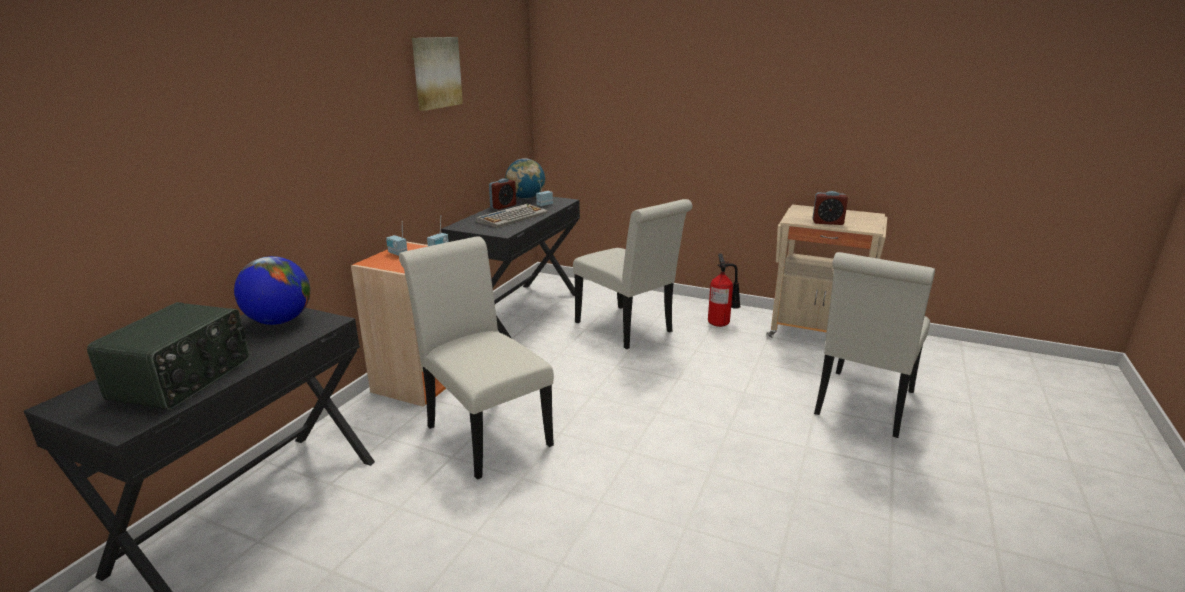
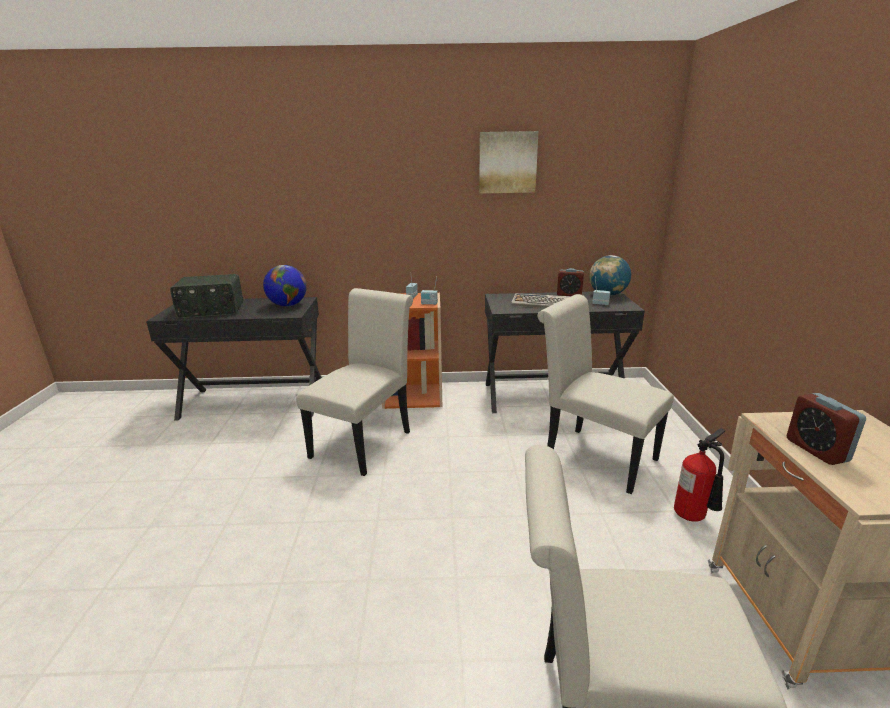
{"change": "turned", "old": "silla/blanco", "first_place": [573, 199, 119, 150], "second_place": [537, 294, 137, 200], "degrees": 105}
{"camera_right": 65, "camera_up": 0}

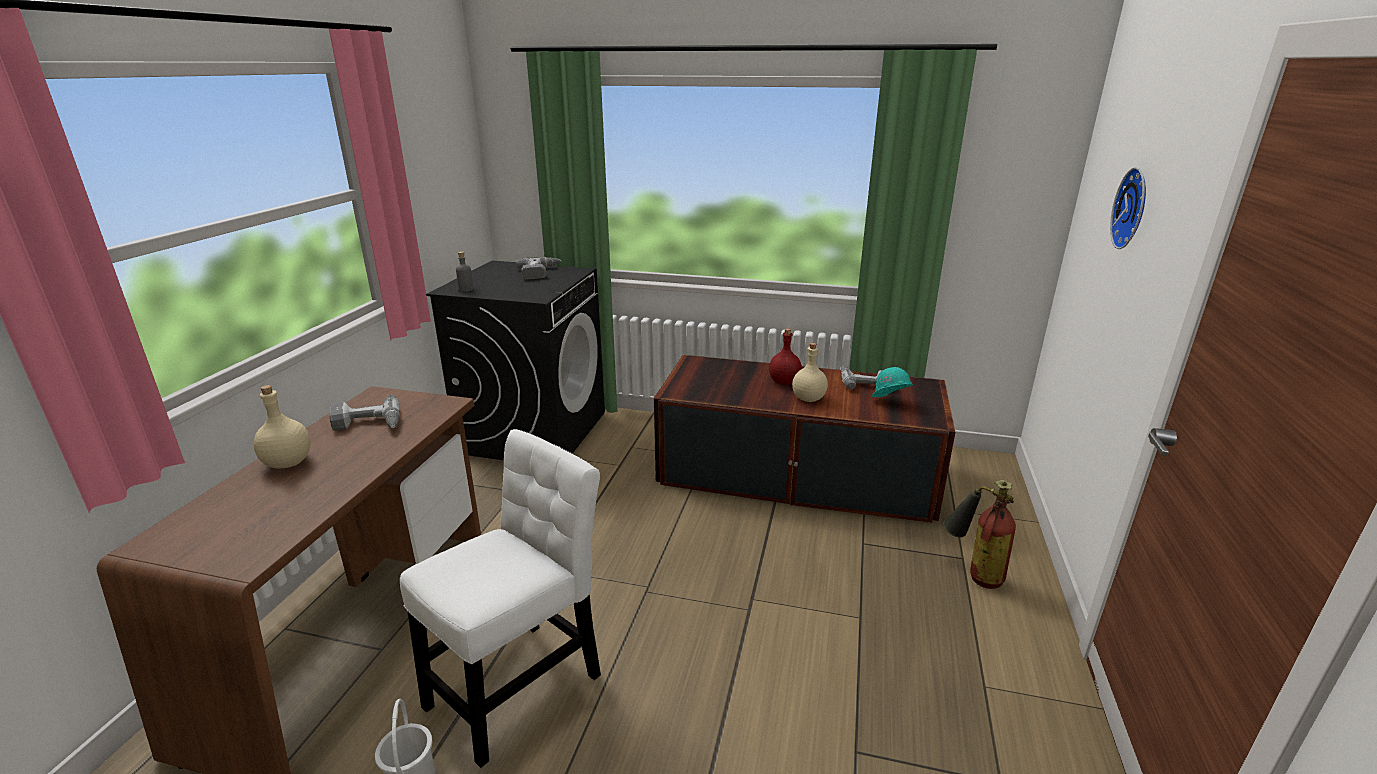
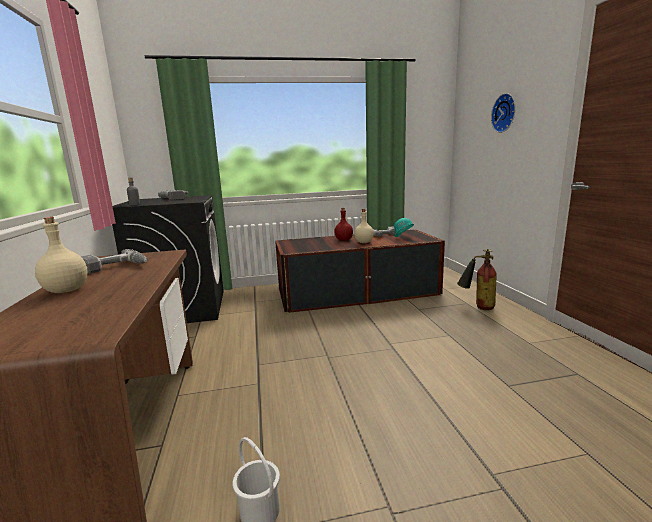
{"change": "removed", "old": "silla/blanco", "first_place": [400, 429, 201, 339]}
{"camera_right": -25, "camera_up": -10}

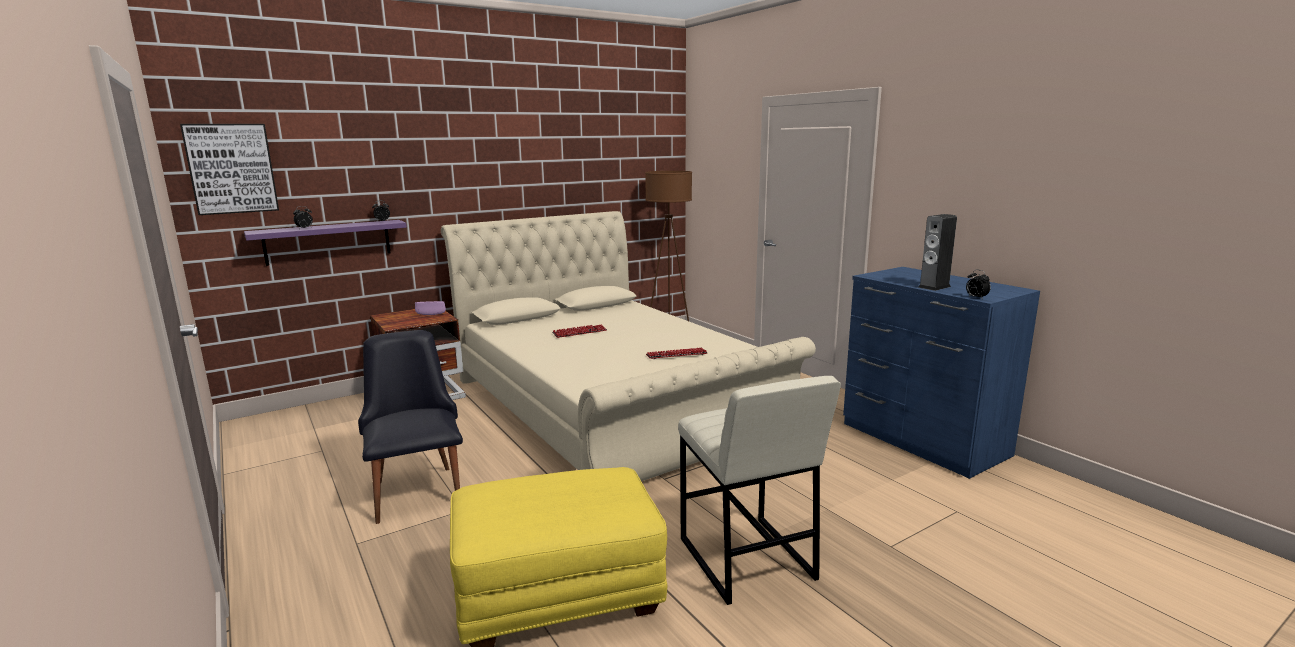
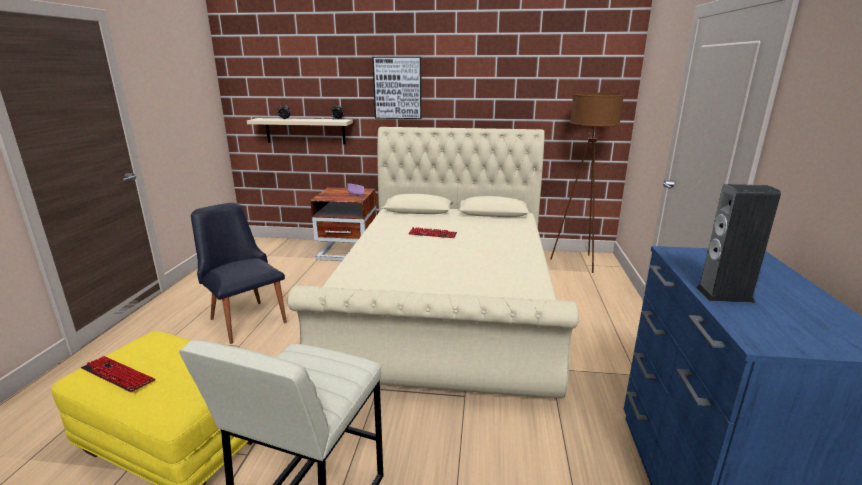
{"change": "moved", "old": "cuadro", "first_place": [180, 124, 99, 91], "second_place": [372, 57, 50, 62]}
{"change": "recoloured", "old": "estante/morado", "new": "estante/beis", "first_place": [244, 220, 163, 46], "second_place": [247, 118, 106, 26]}
{"change": "turned", "old": "silla/negro", "first_place": [358, 330, 105, 194], "second_place": [191, 203, 96, 141], "degrees": -60}
{"change": "moved", "old": "teclado", "first_place": [646, 348, 62, 12], "second_place": [81, 356, 74, 36]}
{"change": "removed", "old": "despertador", "first_place": [966, 270, 25, 29]}
{"camera_right": 40, "camera_up": 5}

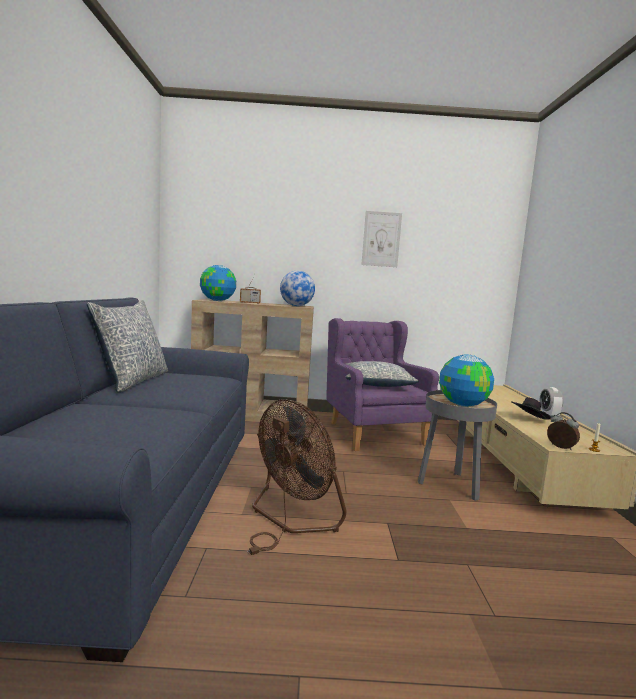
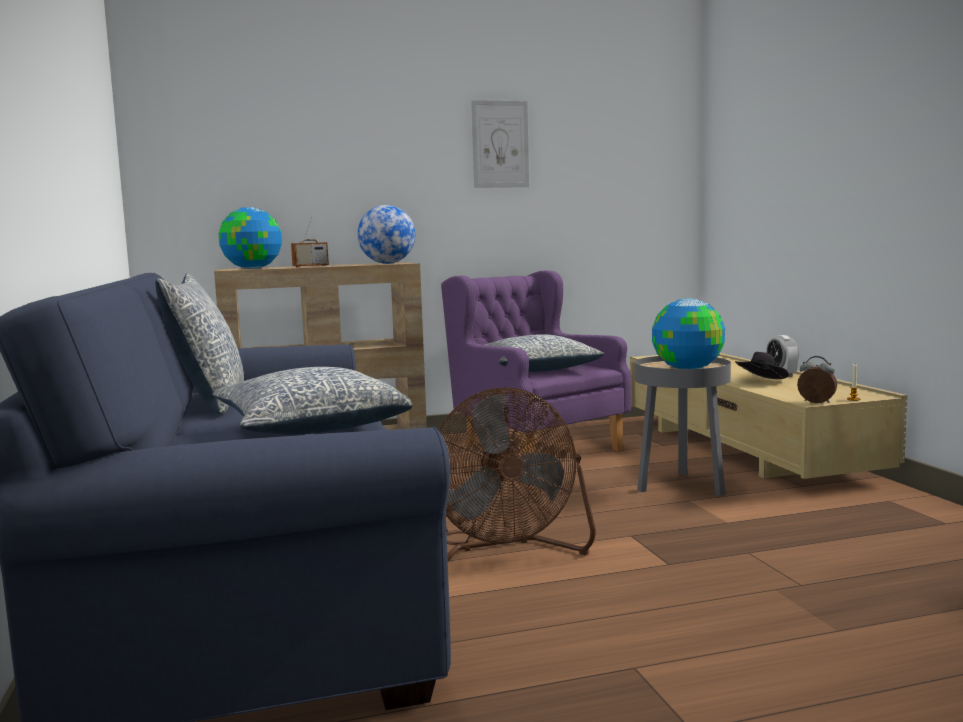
{"change": "turned", "old": "ventilador/marrón", "first_place": [247, 399, 99, 156], "second_place": [439, 387, 157, 174], "degrees": 135}
{"change": "added", "new": "cojín", "second_place": [212, 367, 201, 68]}
{"camera_right": -15, "camera_up": 0}

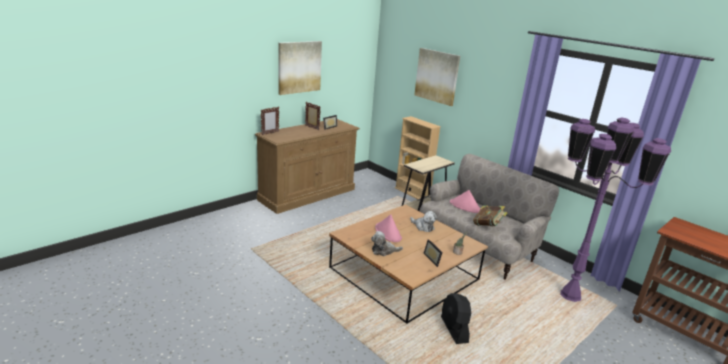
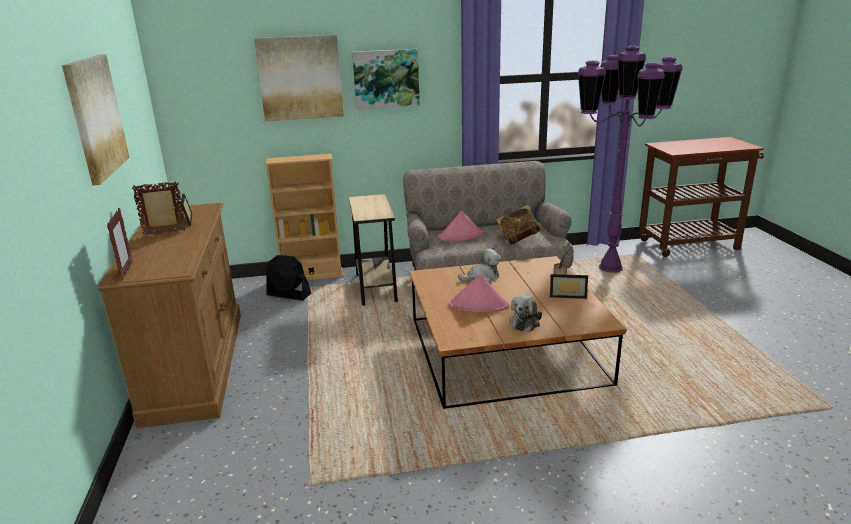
{"change": "moved", "old": "ventilador/negro", "first_place": [441, 293, 30, 51], "second_place": [266, 255, 45, 46]}
{"change": "added", "new": "cuadro", "second_place": [352, 49, 68, 61]}
{"camera_right": -55, "camera_up": 0}

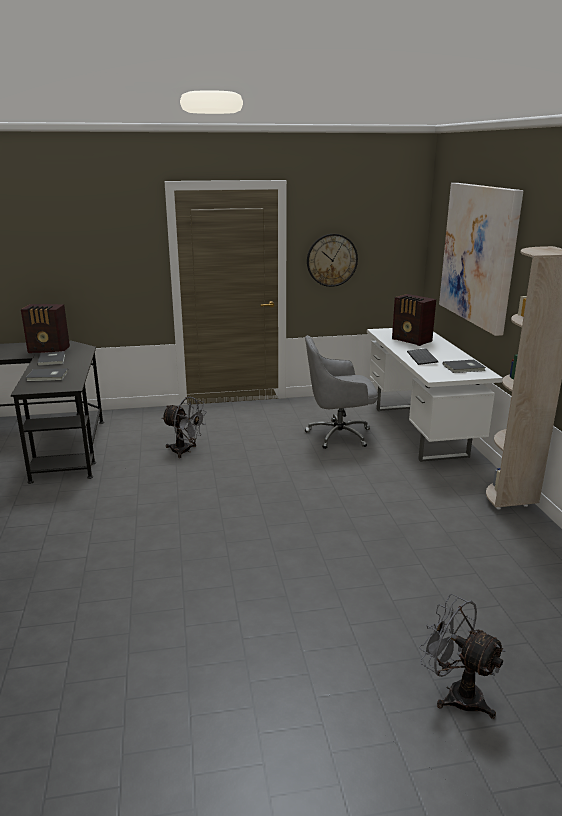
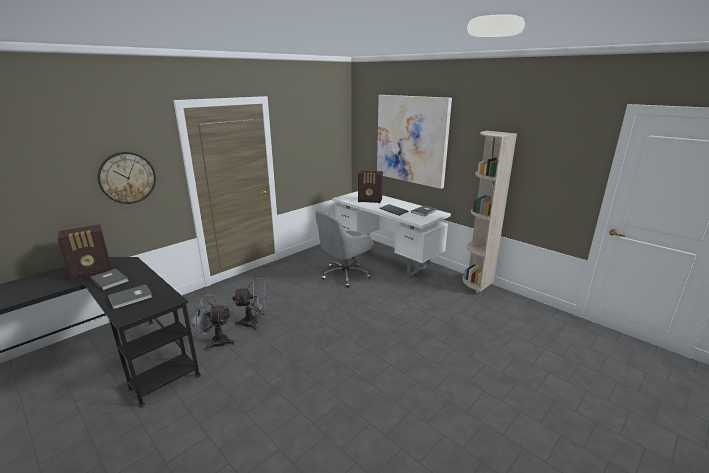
{"change": "moved", "old": "reloj de pared", "first_place": [307, 234, 51, 53], "second_place": [97, 152, 59, 52]}
{"change": "moved", "old": "ventilador/gris", "first_place": [419, 594, 87, 125], "second_place": [189, 294, 46, 56]}
{"camera_right": -35, "camera_up": 0}

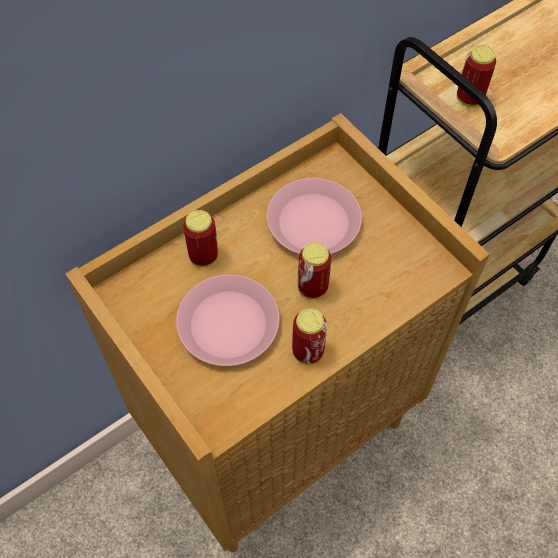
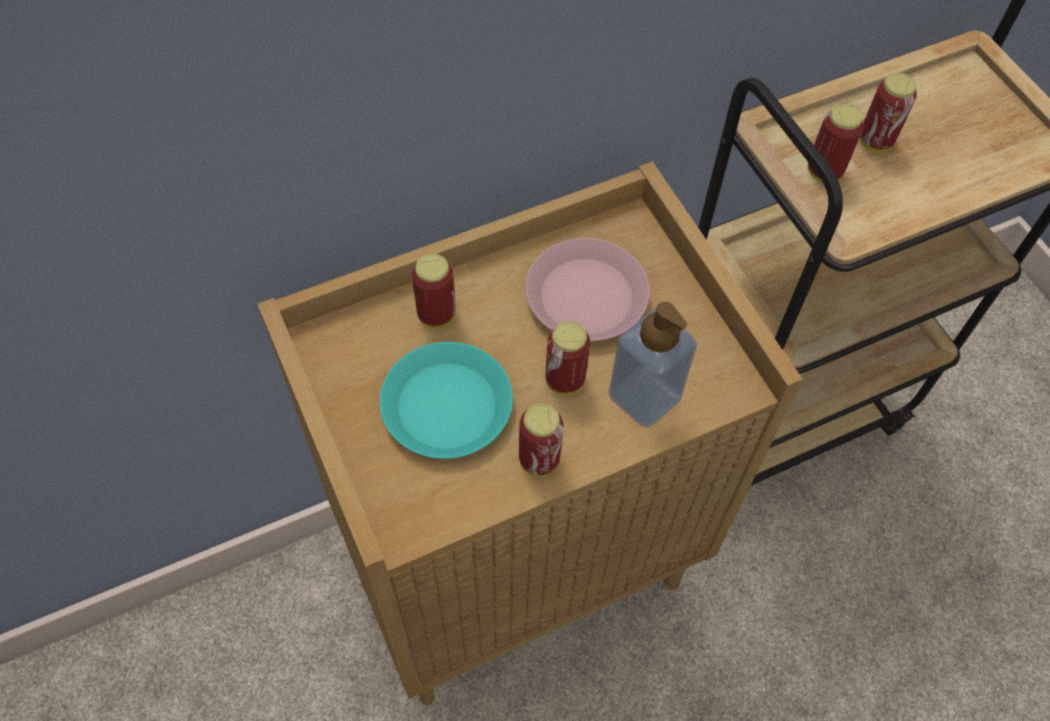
{"change": "recoloured", "old": "plato/rosa", "new": "plato/turquesa", "first_place": [176, 275, 103, 91], "second_place": [380, 342, 133, 117]}
{"change": "added", "new": "dispensador de jabón", "second_place": [609, 302, 88, 126]}
{"change": "added", "new": "lata", "second_place": [859, 73, 58, 79]}
{"camera_right": 10, "camera_up": 0}

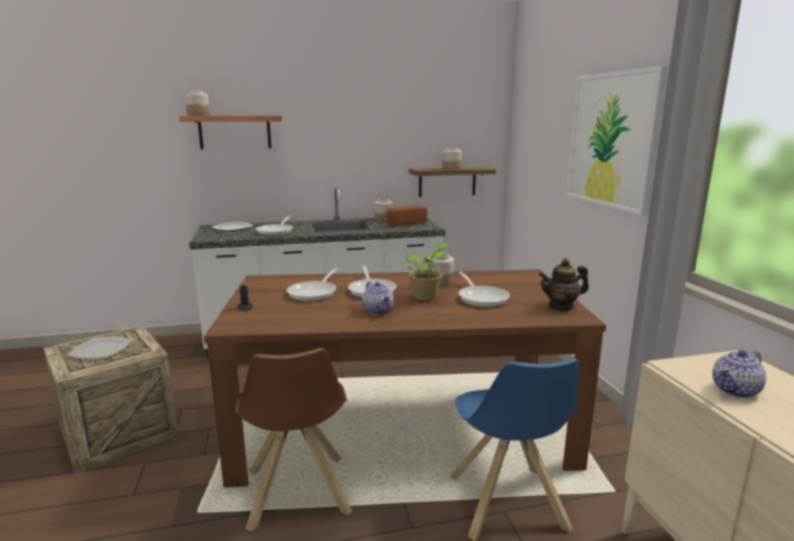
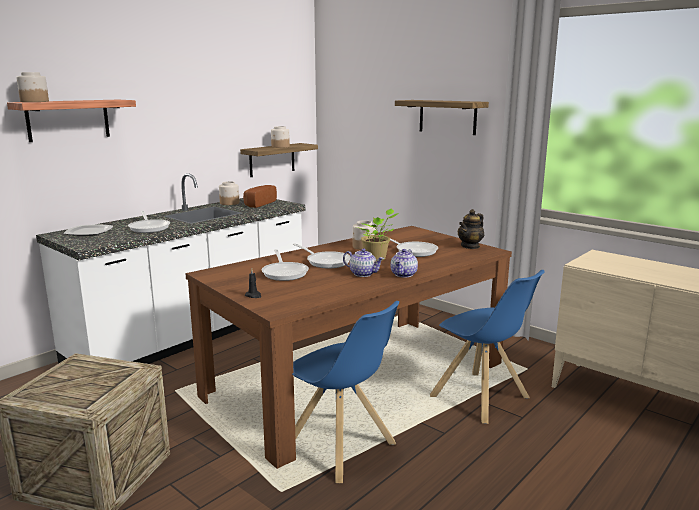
{"change": "removed", "old": "plato", "first_place": [67, 337, 65, 22]}
{"change": "recoloured", "old": "silla/marrón", "new": "silla/azul", "first_place": [236, 348, 116, 184], "second_place": [292, 301, 107, 182]}
{"change": "replaced", "old": "cuadro", "new": "estante", "first_place": [566, 65, 102, 151], "second_place": [395, 100, 94, 35]}
{"change": "moved", "old": "tetera", "first_place": [712, 350, 54, 48], "second_place": [390, 249, 28, 28]}
{"camera_right": -35, "camera_up": 0}

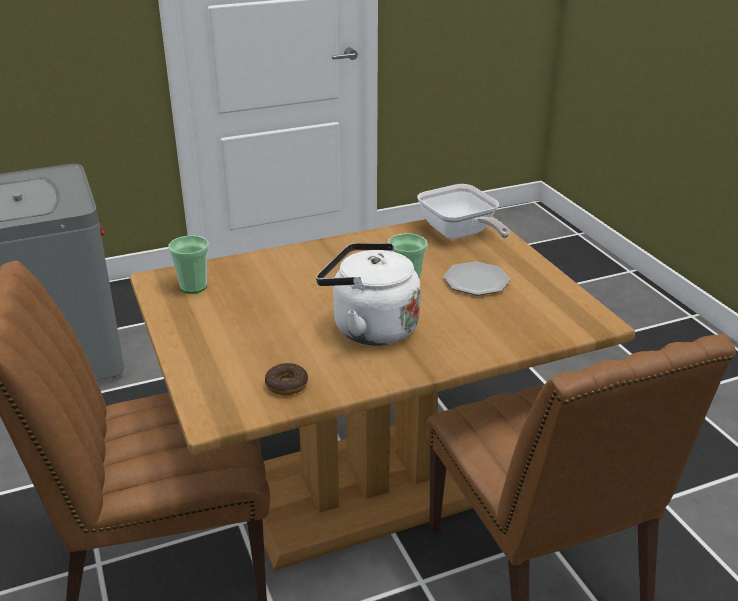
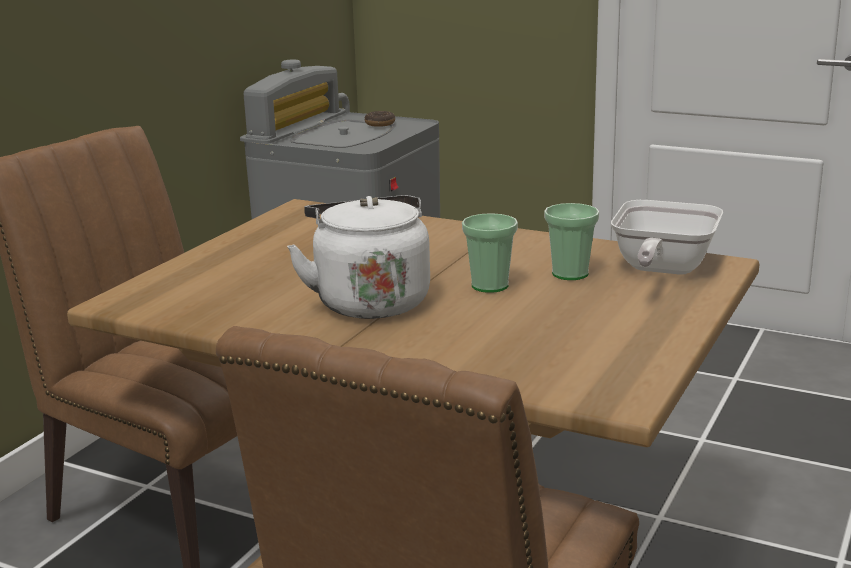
{"change": "moved", "old": "taza", "first_place": [168, 235, 41, 59], "second_place": [544, 203, 55, 77]}
{"change": "moved", "old": "rosquilla", "first_place": [265, 363, 43, 32], "second_place": [365, 111, 30, 16]}
{"change": "removed", "old": "plato", "first_place": [443, 262, 67, 33]}
{"camera_right": 50, "camera_up": -10}

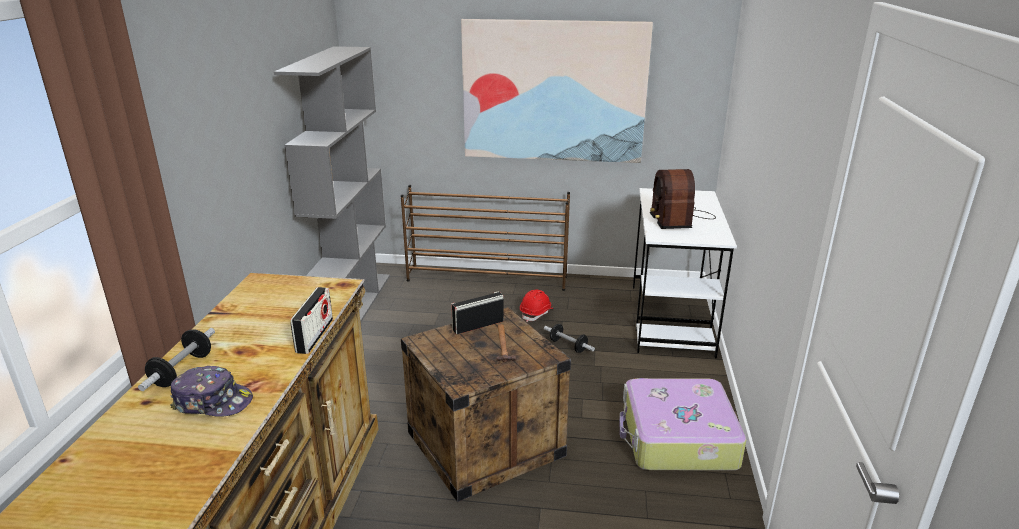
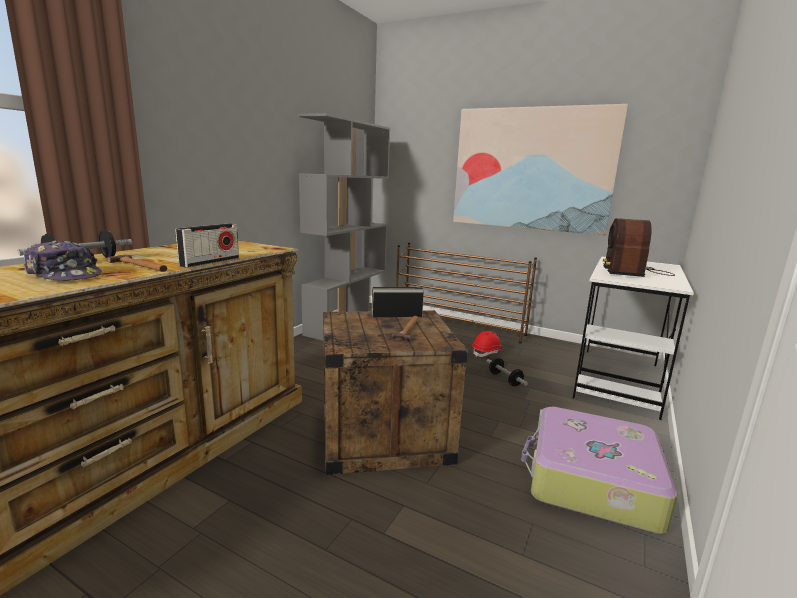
{"change": "added", "new": "martillo", "second_place": [107, 255, 60, 17]}
{"camera_right": 20, "camera_up": -10}

